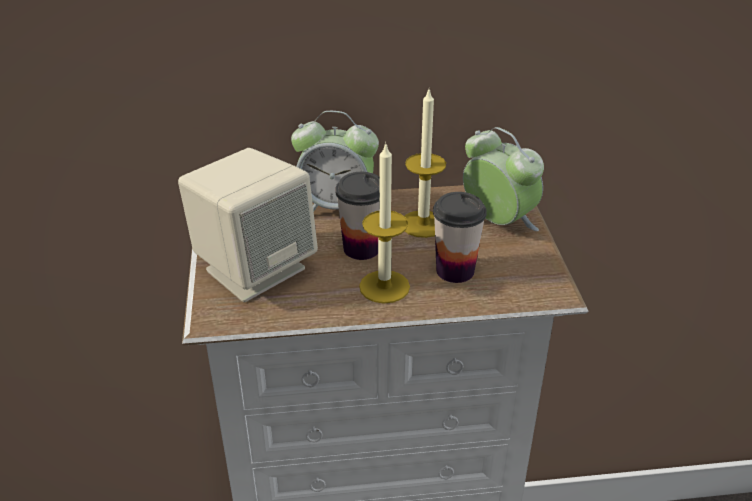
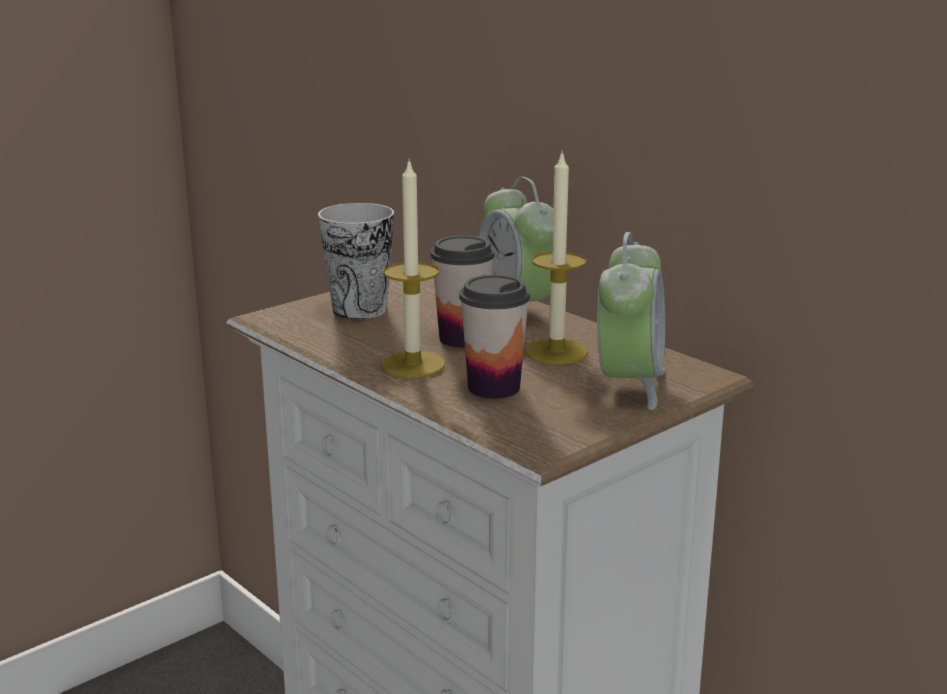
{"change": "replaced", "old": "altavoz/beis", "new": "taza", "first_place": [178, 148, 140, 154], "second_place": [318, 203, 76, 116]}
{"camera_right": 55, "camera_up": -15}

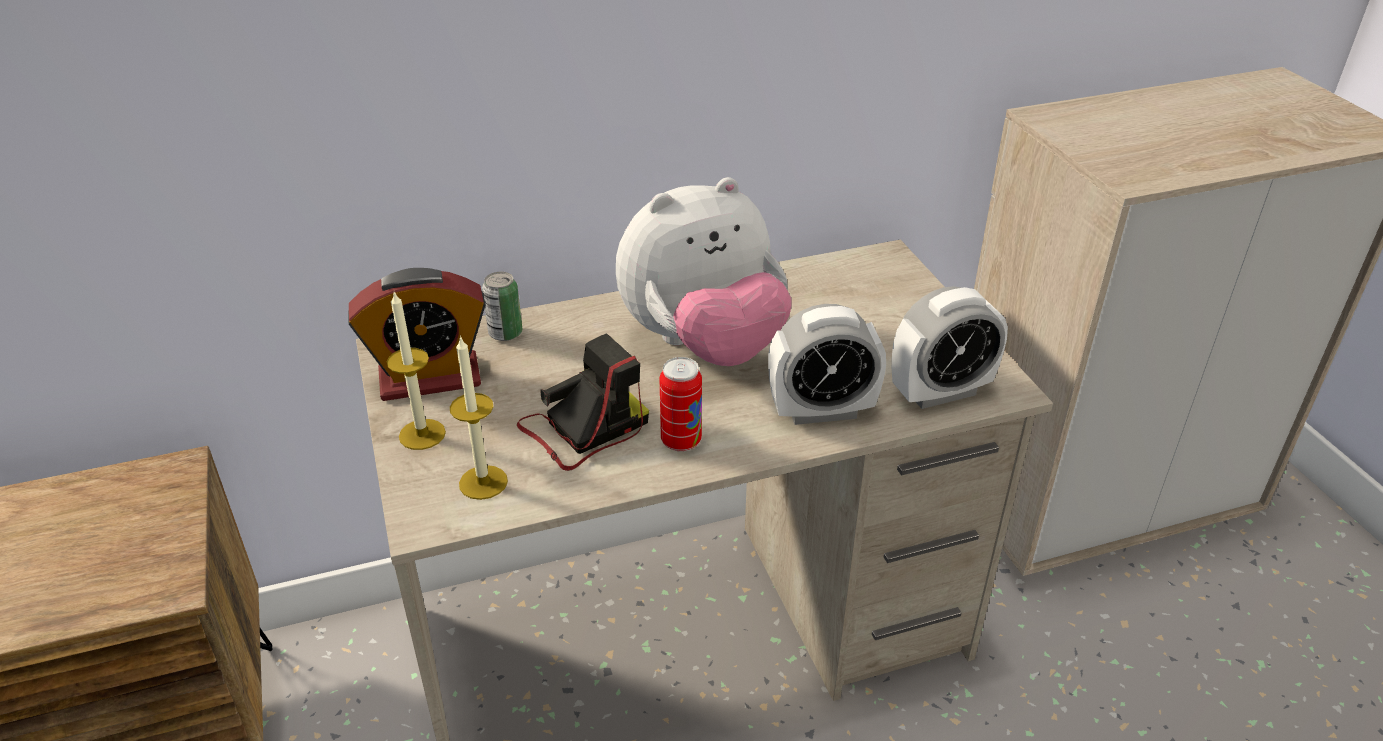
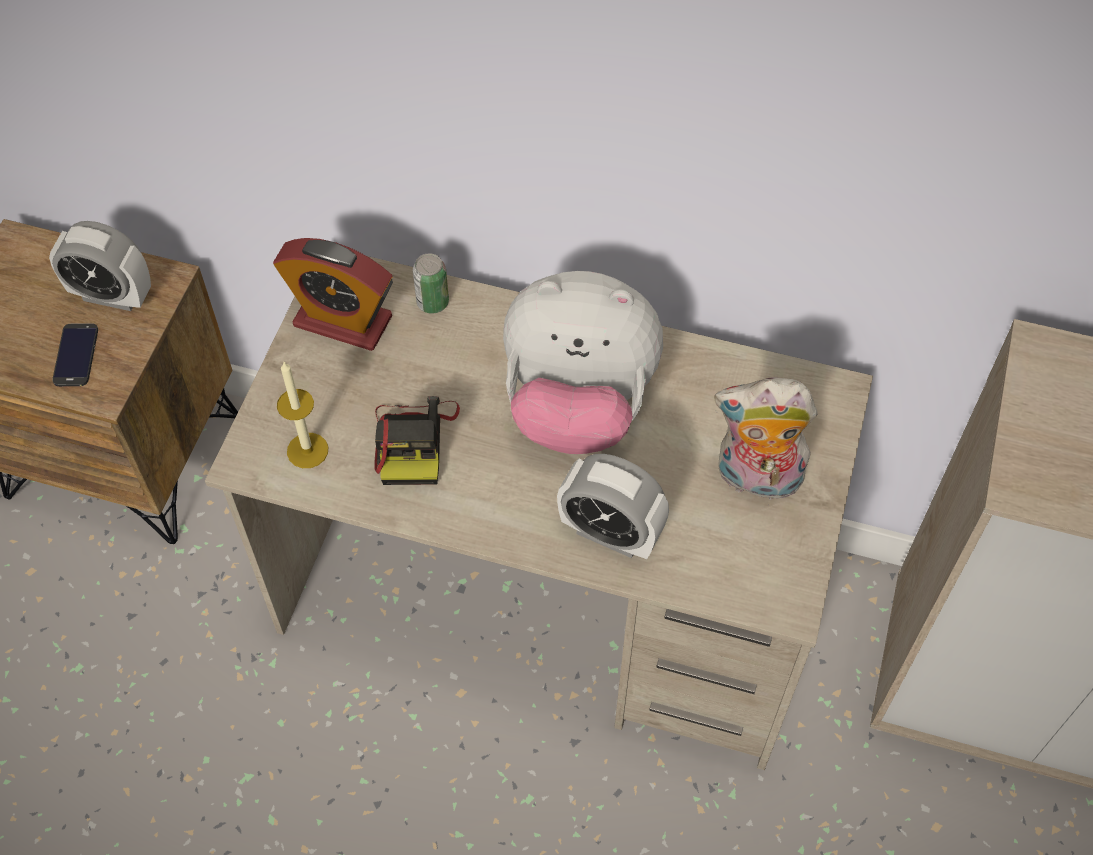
{"change": "removed", "old": "vela", "first_place": [387, 292, 59, 158]}
{"change": "turned", "old": "cámara", "first_place": [517, 333, 132, 138], "second_place": [374, 396, 86, 89], "degrees": 90}
{"change": "removed", "old": "lata", "first_place": [660, 357, 42, 95]}
{"change": "moved", "old": "despertador", "first_place": [892, 286, 116, 123], "second_place": [49, 221, 102, 90]}
{"change": "added", "new": "móvil", "second_place": [52, 323, 46, 63]}
{"change": "added", "new": "peluche", "second_place": [714, 377, 104, 123]}
{"camera_right": 35, "camera_up": 20}

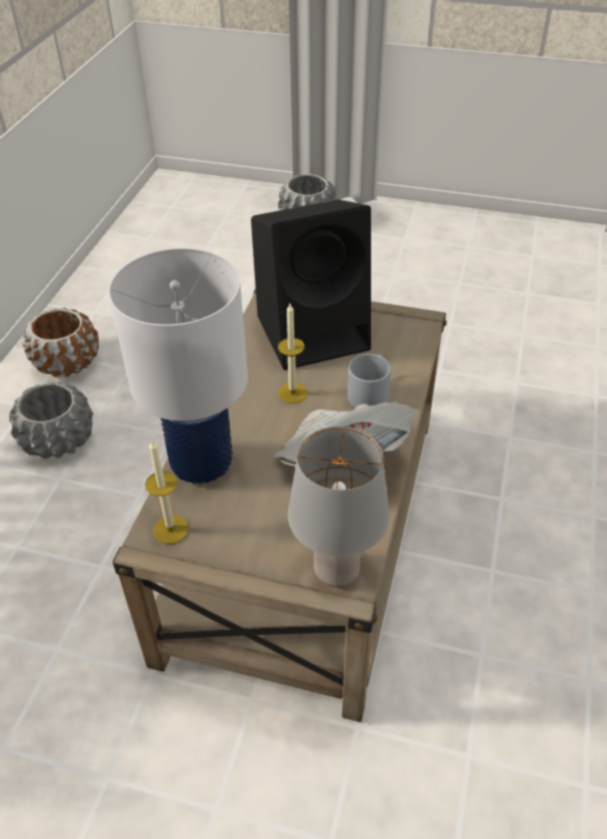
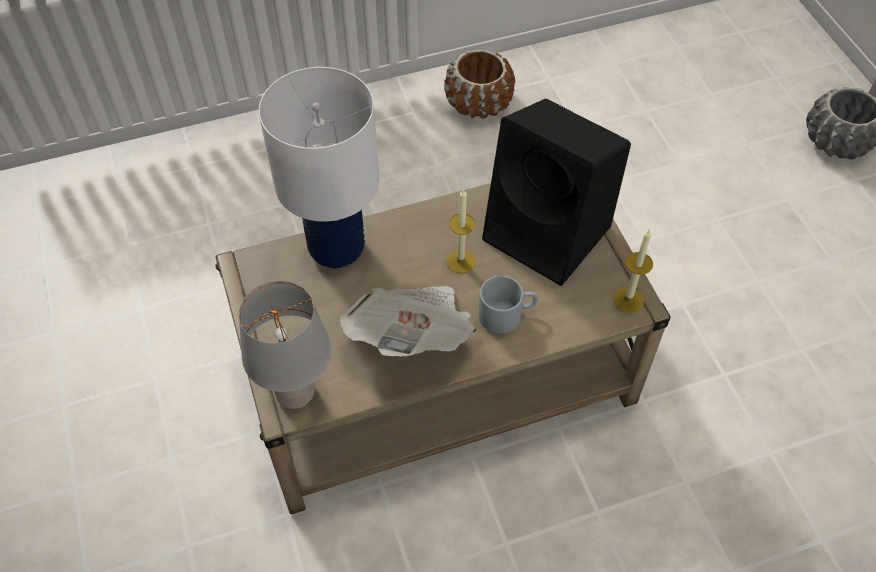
{"change": "removed", "old": "maceta/gris", "first_place": [9, 382, 84, 77]}
{"change": "moved", "old": "vela", "first_place": [145, 440, 44, 104], "second_place": [613, 228, 40, 85]}
{"camera_right": 55, "camera_up": 10}

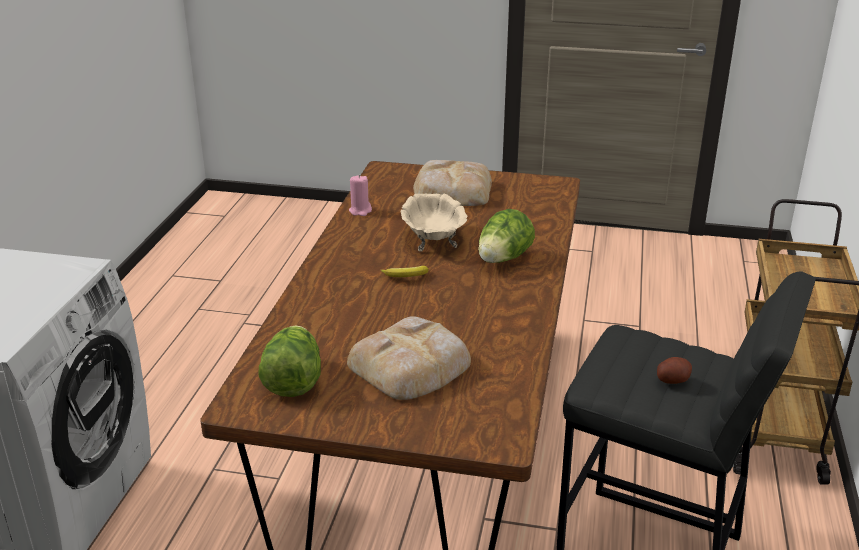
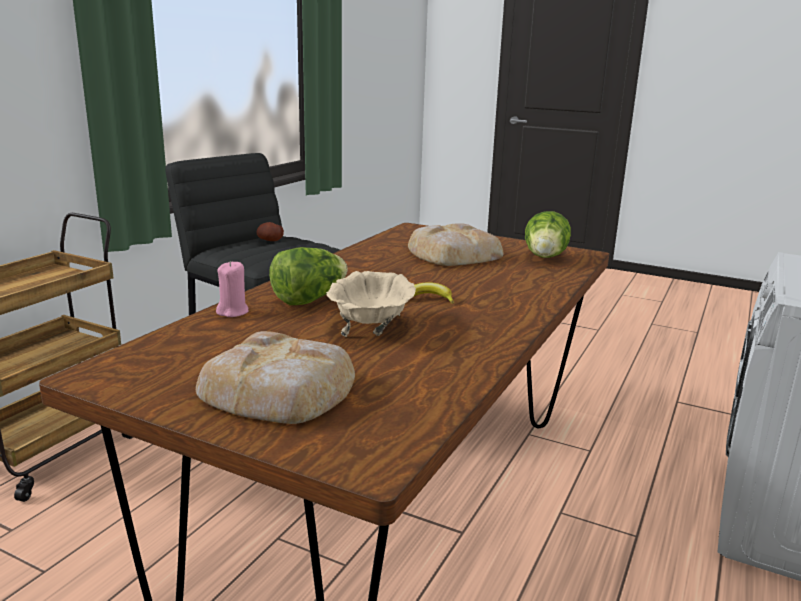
{"change": "moved", "old": "vela/rosa", "first_place": [349, 175, 23, 41], "second_place": [216, 261, 32, 56]}
{"camera_right": -165, "camera_up": -10}

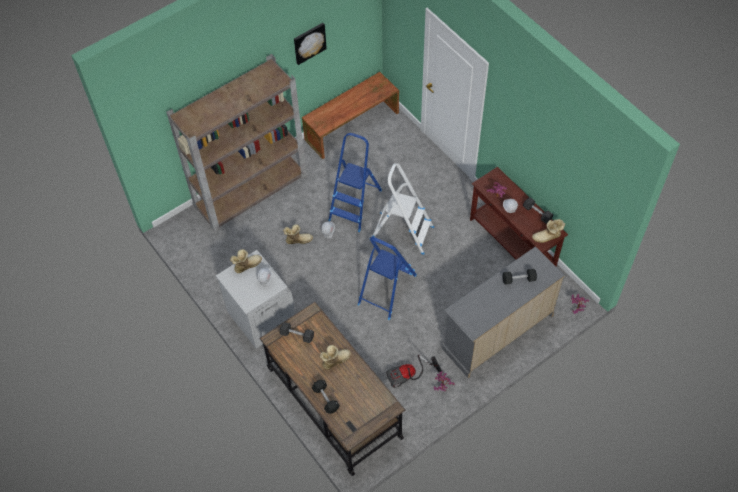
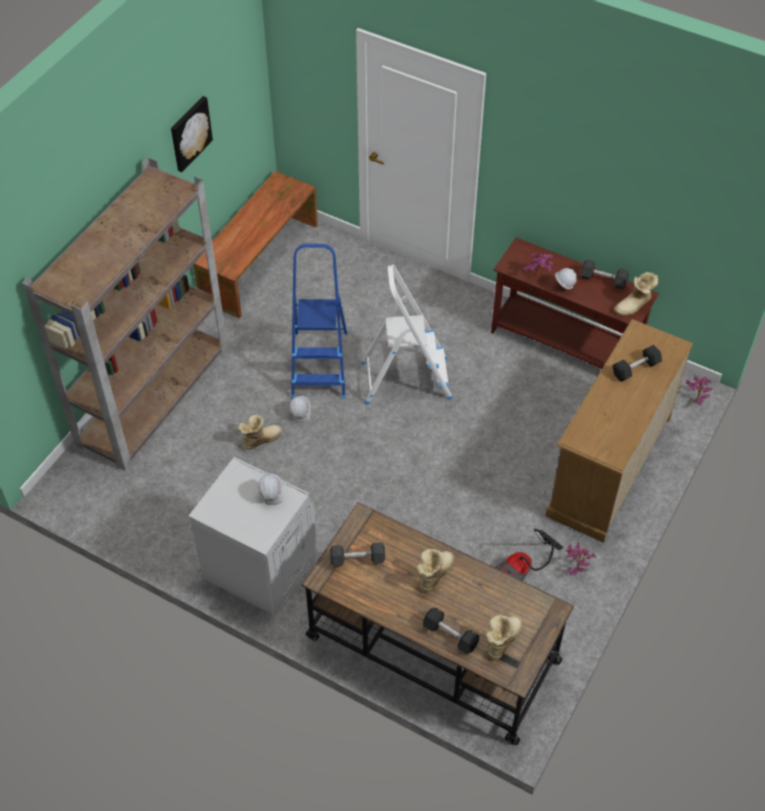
{"change": "moved", "old": "bota", "first_place": [230, 249, 32, 24], "second_place": [485, 615, 38, 44]}
{"change": "removed", "old": "escalera de tijera/azul", "first_place": [358, 237, 59, 83]}
{"change": "recoloured", "old": "armario/gris", "new": "armario/marrón", "first_place": [442, 246, 123, 132], "second_place": [545, 319, 148, 224]}
{"camera_right": -25, "camera_up": -5}

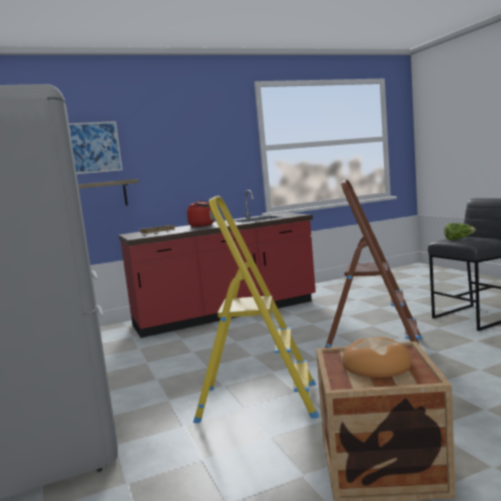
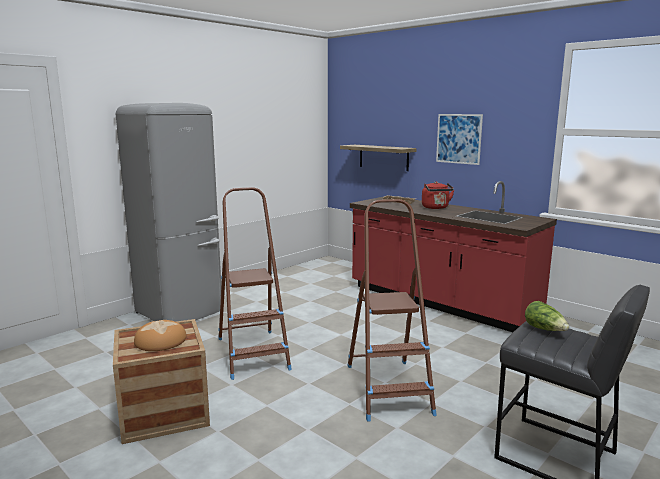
{"change": "moved", "old": "cuadro", "first_place": [69, 121, 54, 53], "second_place": [436, 114, 47, 51]}
{"change": "recoloured", "old": "escalera de tijera/amarillo", "new": "escalera de tijera/marrón", "first_place": [193, 196, 126, 227], "second_place": [218, 187, 74, 193]}
{"camera_right": 65, "camera_up": 5}

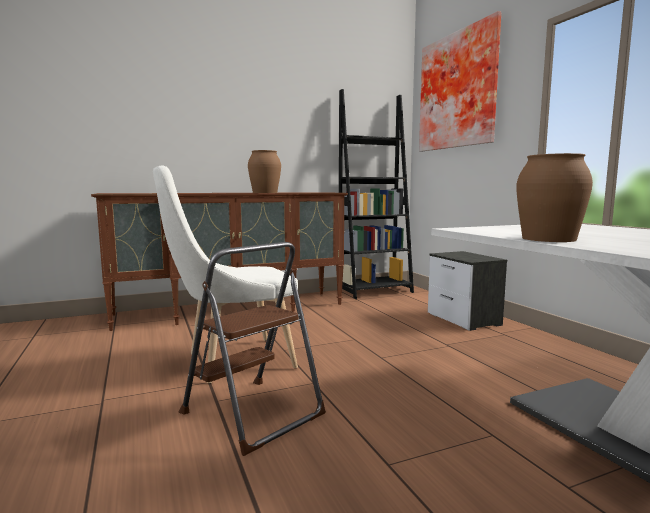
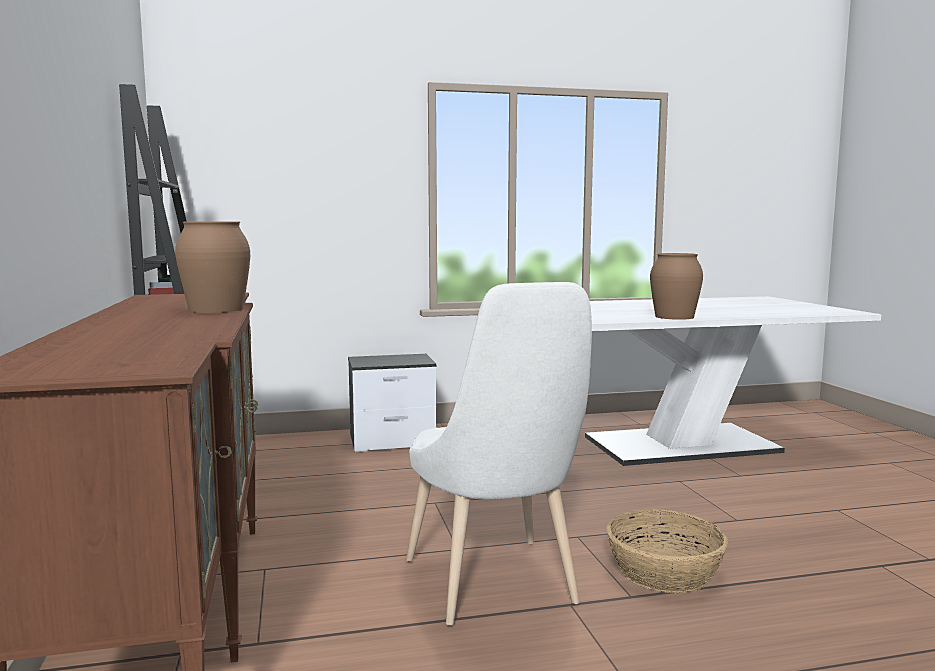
{"change": "replaced", "old": "escalera de tijera/marrón", "new": "cesta", "first_place": [178, 242, 148, 214], "second_place": [607, 509, 121, 85]}
{"change": "removed", "old": "cuadro", "first_place": [419, 11, 82, 141]}
{"camera_right": -80, "camera_up": 0}

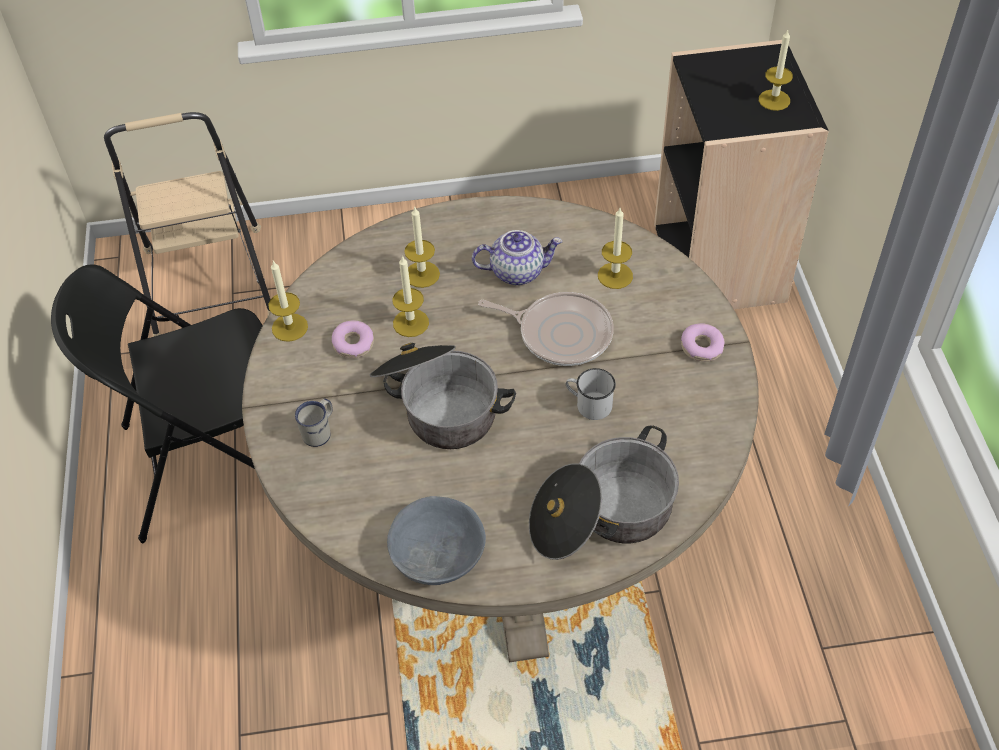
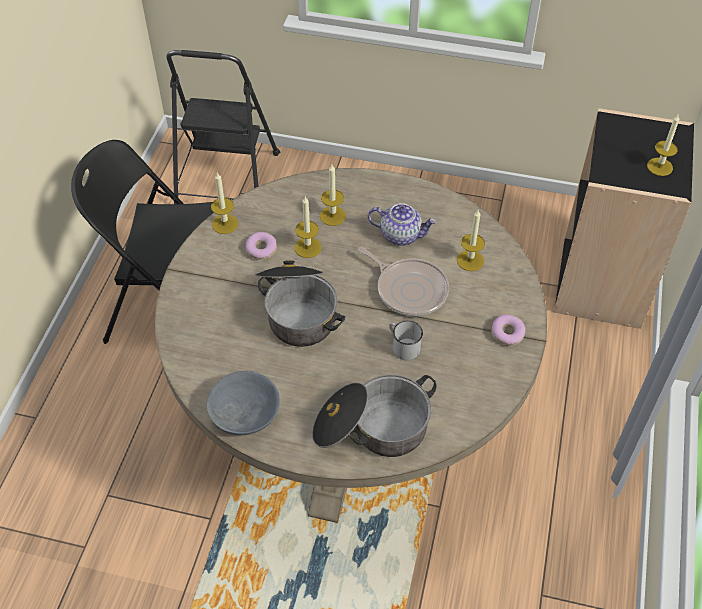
{"change": "recoloured", "old": "escalera de tijera/beis", "new": "escalera de tijera/negro", "first_place": [104, 112, 167, 225], "second_place": [166, 50, 114, 154]}
{"change": "removed", "old": "taza grande/blanco", "first_place": [295, 398, 38, 49]}
{"camera_right": 20, "camera_up": 0}

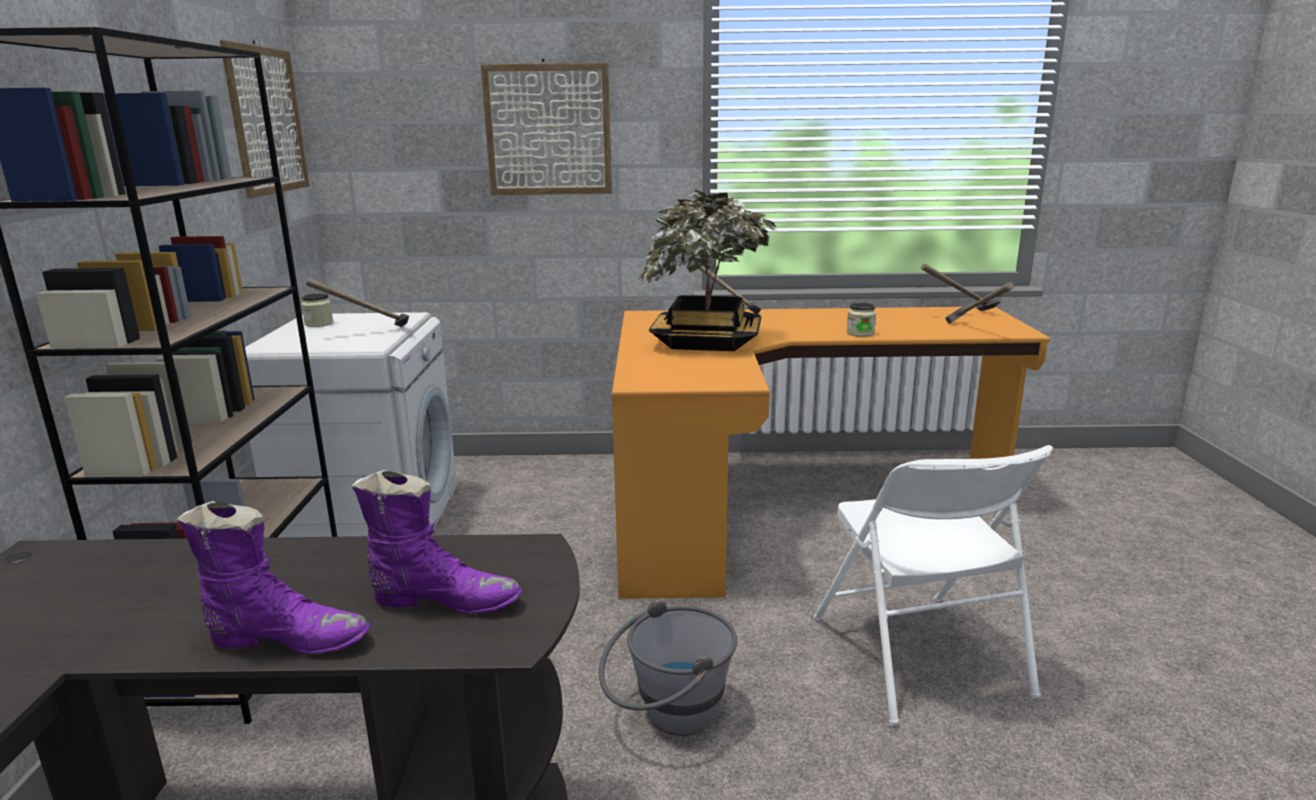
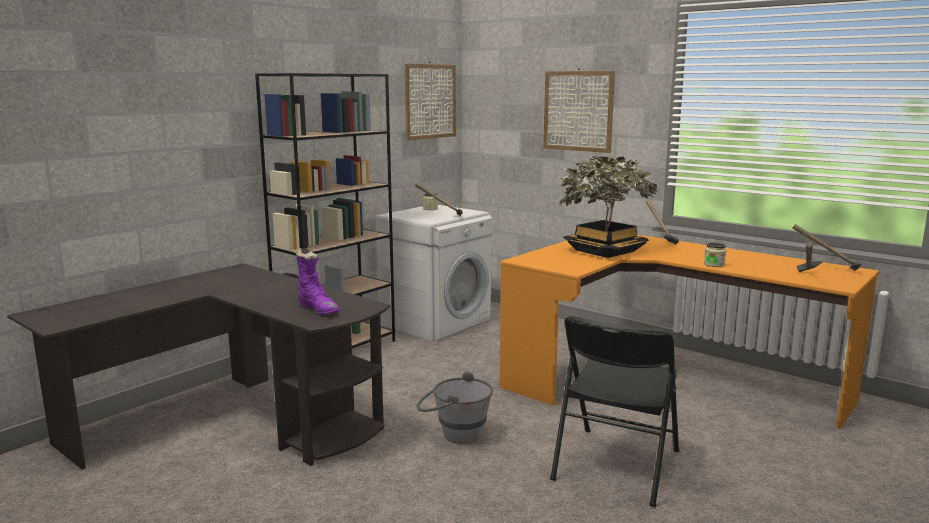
{"change": "removed", "old": "bota/morado", "first_place": [176, 501, 194, 153]}
{"change": "recoloured", "old": "silla/blanco", "new": "silla/negro", "first_place": [813, 445, 240, 281], "second_place": [550, 316, 130, 191]}
{"camera_right": 40, "camera_up": -5}

